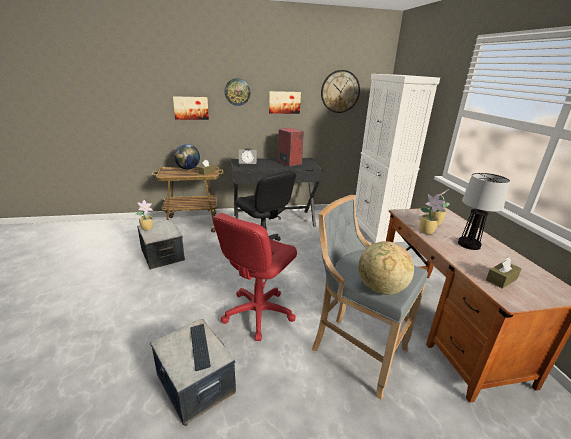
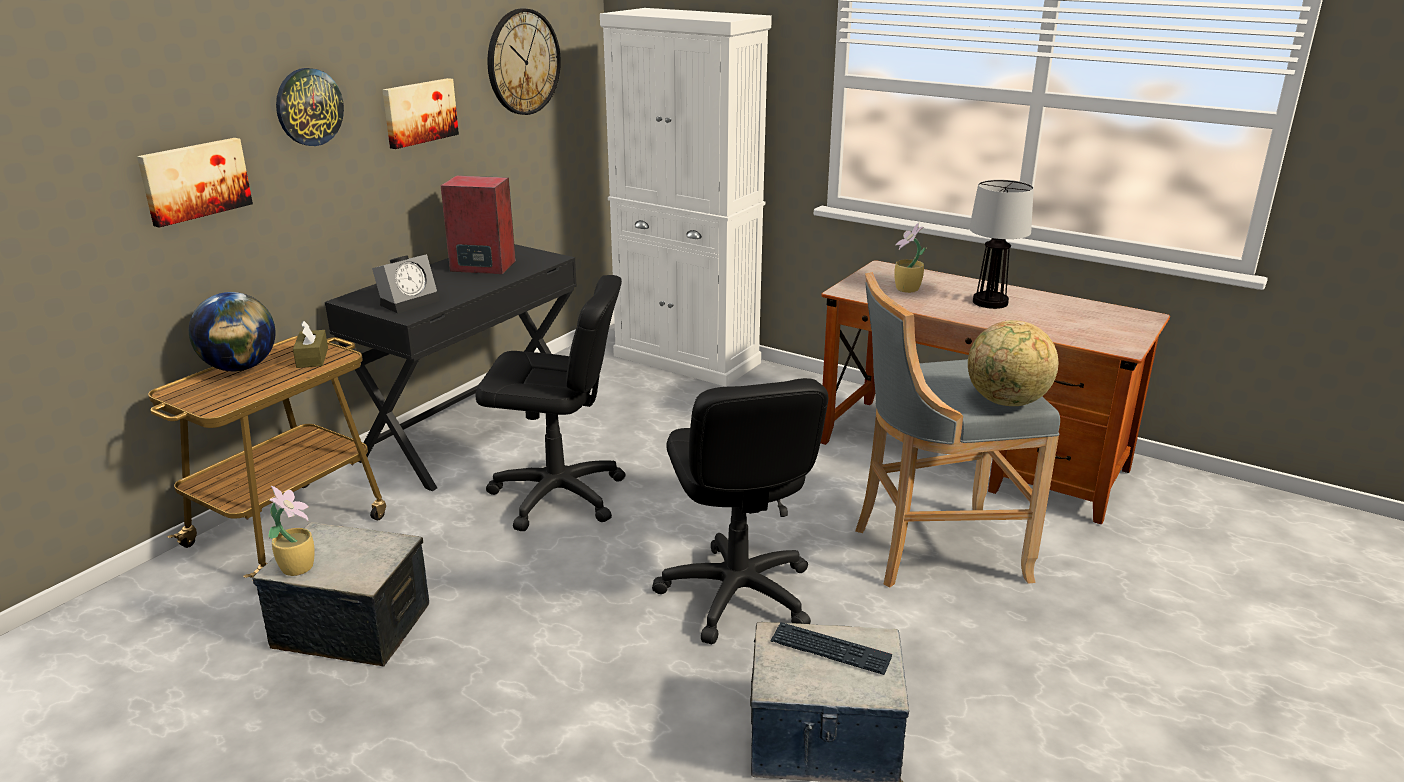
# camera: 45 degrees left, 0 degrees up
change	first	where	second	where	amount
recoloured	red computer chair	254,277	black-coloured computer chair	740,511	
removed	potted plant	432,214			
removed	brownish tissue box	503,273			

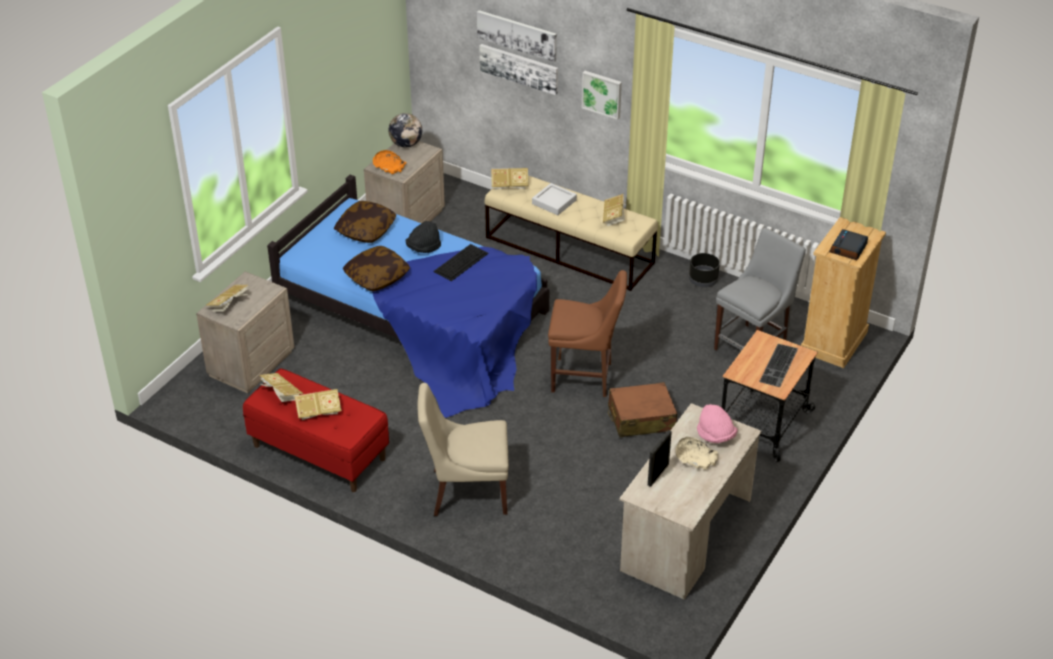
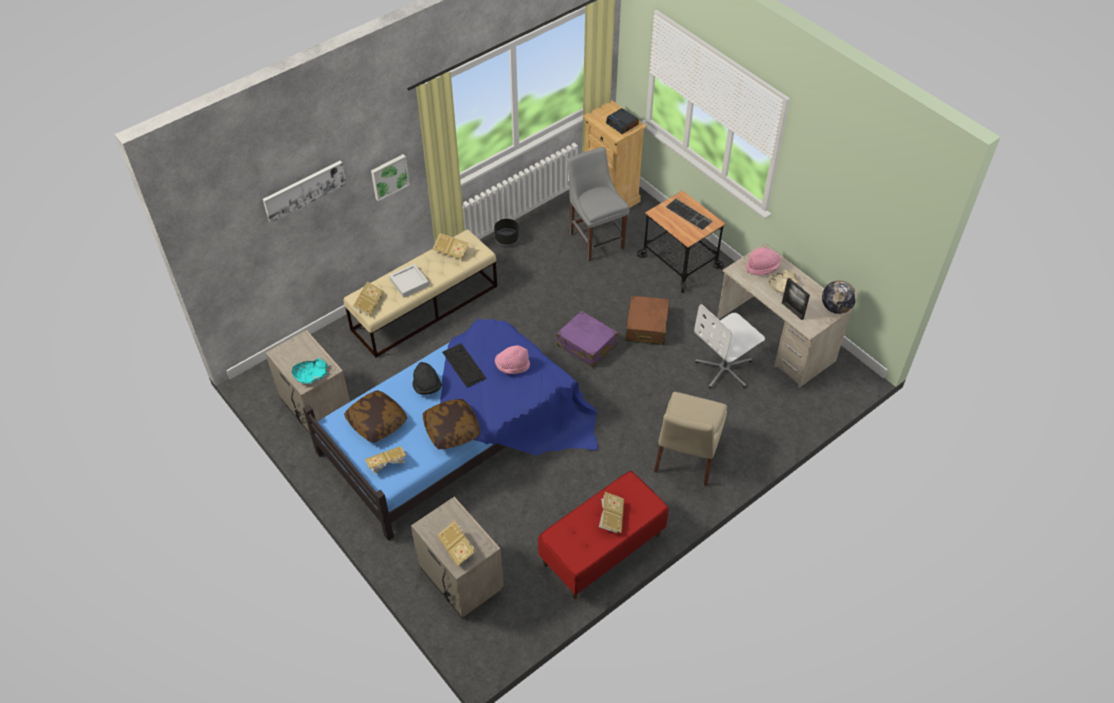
# camera: 70 degrees left, 10 degrees up
change	first	where	second	where	amount
recoloured	orange deep dish	390,162	blue-green deep dish	310,371	
moved	book	282,387		385,460	
added			pink-coloured wearable hat	512,359	
replaced	brownish chair	587,333	purple-coloured suitcase	587,339	
added			white computer chair	729,346	
moved	desk globe	405,130		839,297	
removed	wall picture	519,69			

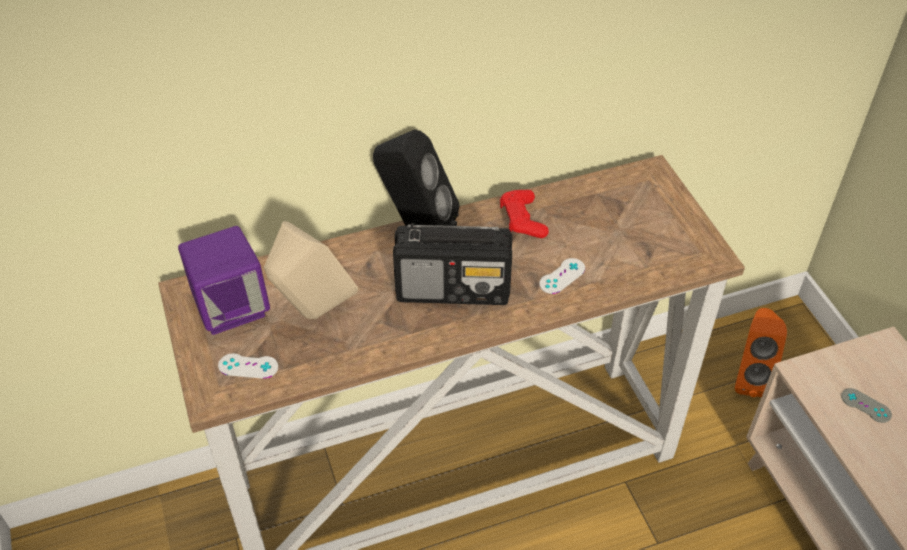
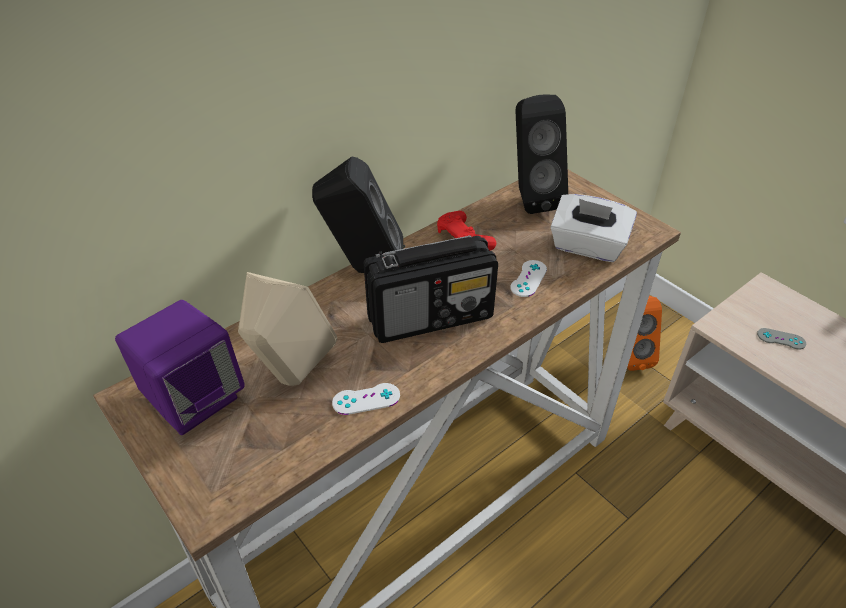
# camera: 20 degrees left, 5 degrees down
change	first	where	second	where	amount
moved	white game controller	248,366		366,399	
added			black-coloured loudspeaker	542,154	
added			white tissue box	594,228	

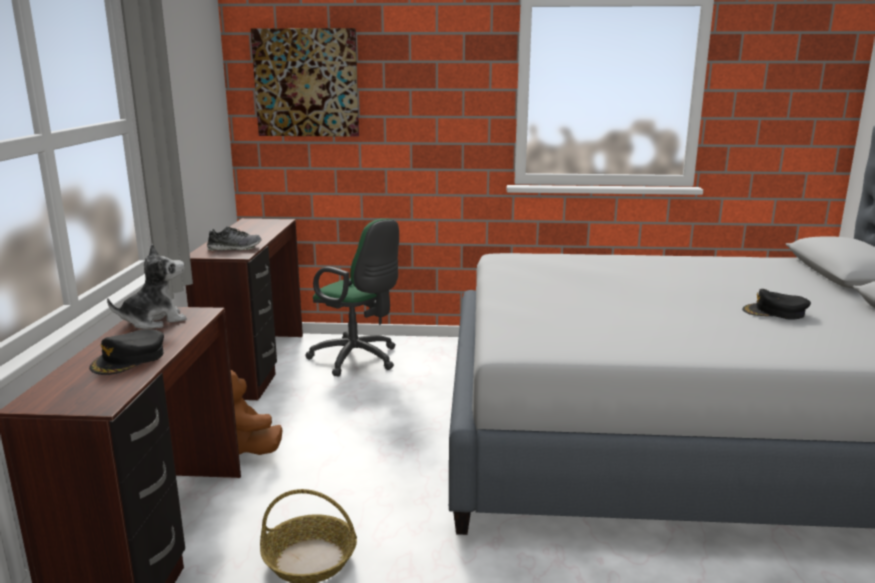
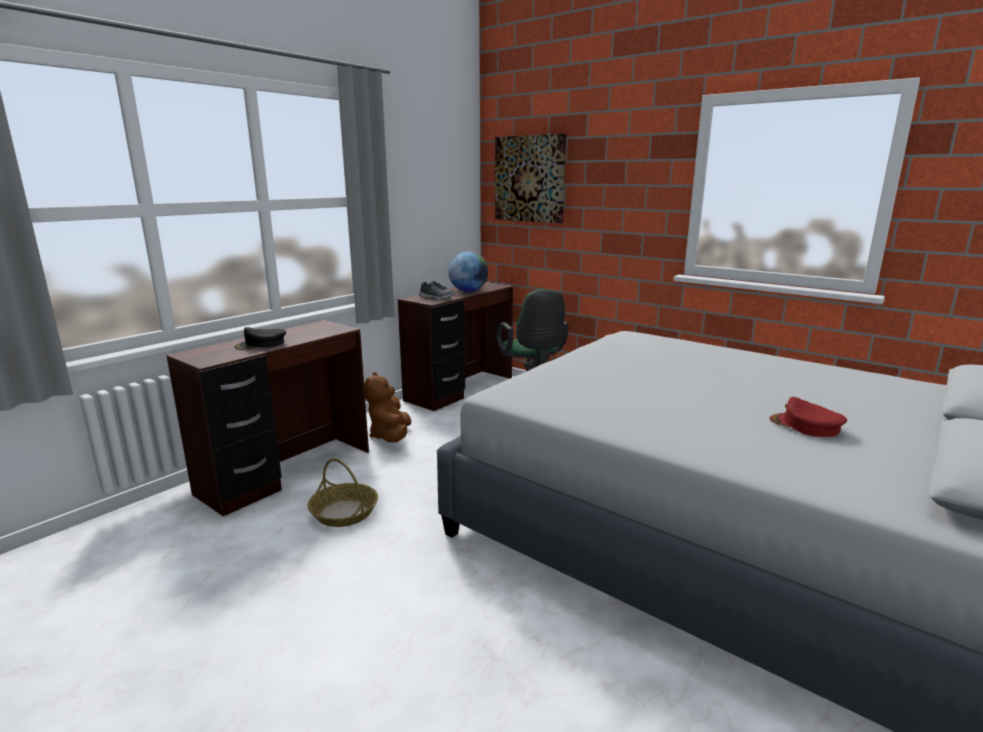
# camera: 35 degrees right, 0 degrees up
change	first	where	second	where	amount
added			desk globe	468,272	
recoloured	black-coloured baseball cap	776,304	red baseball cap	808,417	
removed	cuddly toy	147,286			

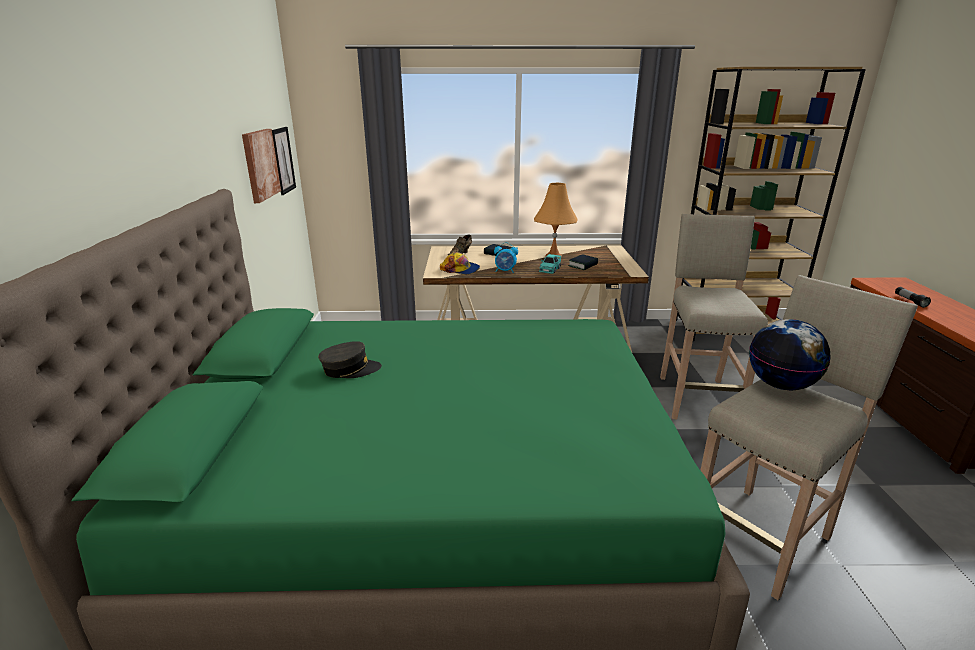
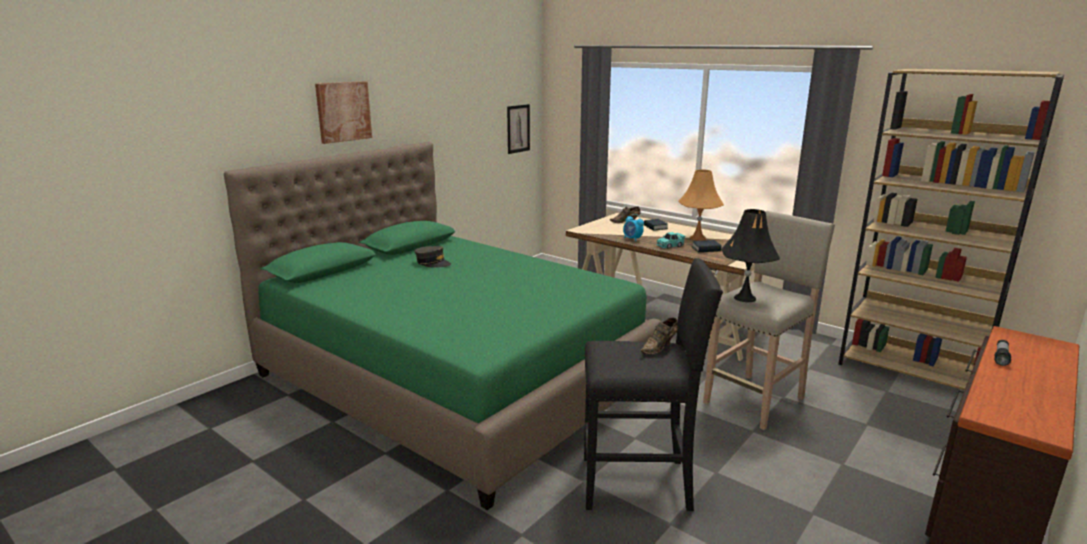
# camera: 40 degrees right, 5 degrees down
change	first	where	second	where	amount
moved	wall picture	261,166		343,112	
recoloured	beige-coloured stool	809,437	black-coloured stool	653,384	
replaced	desk globe	789,354	brownish low shoe	659,336	
added			black-coloured tabletop lamp	751,255	
removed	baseball cap	460,263			

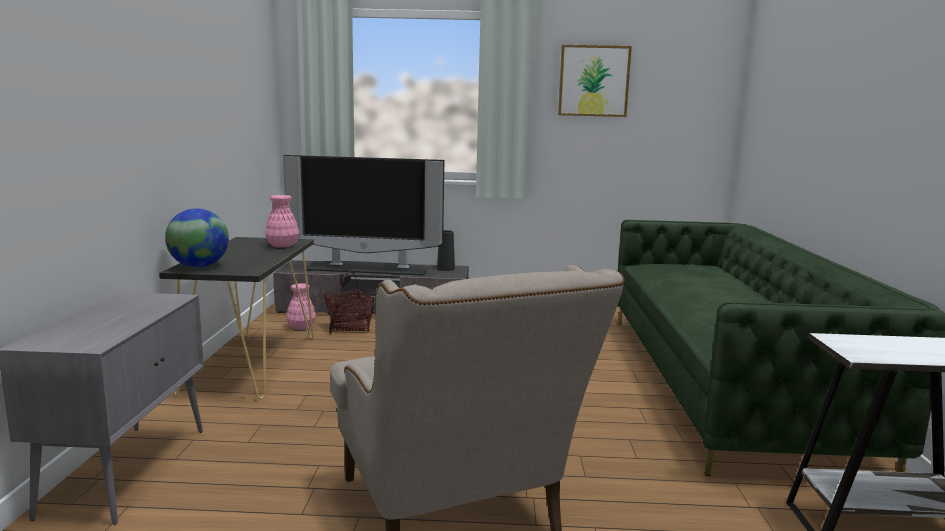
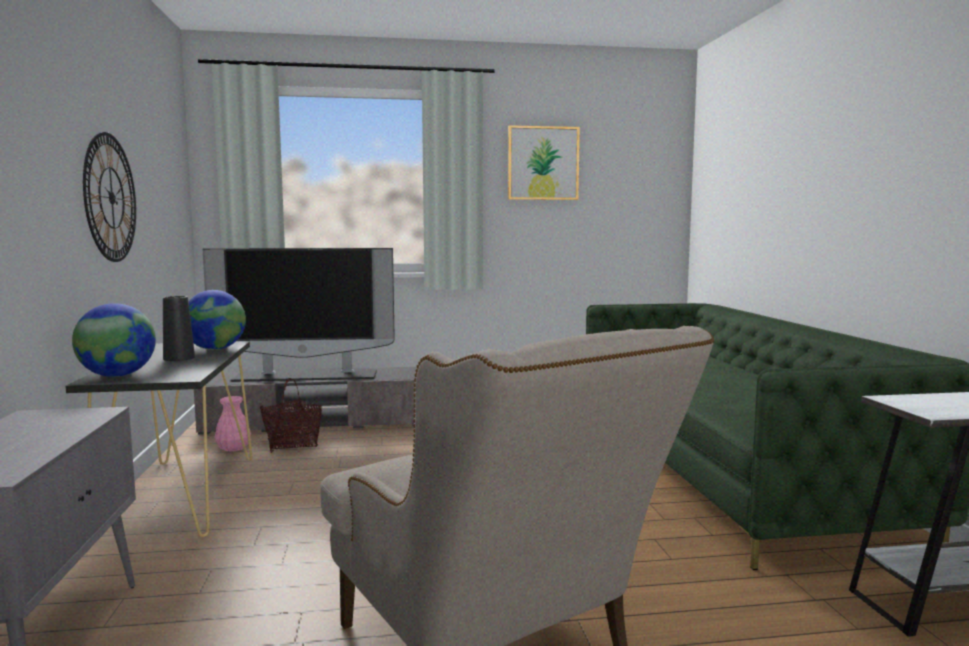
# camera: 10 degrees left, 5 degrees down
change	first	where	second	where	amount
added			hanging clock	109,197	
moved	black-coloured decorative vase	446,250		179,328	
replaced	pink-coloured decorative vase	282,221	desk globe	217,320	

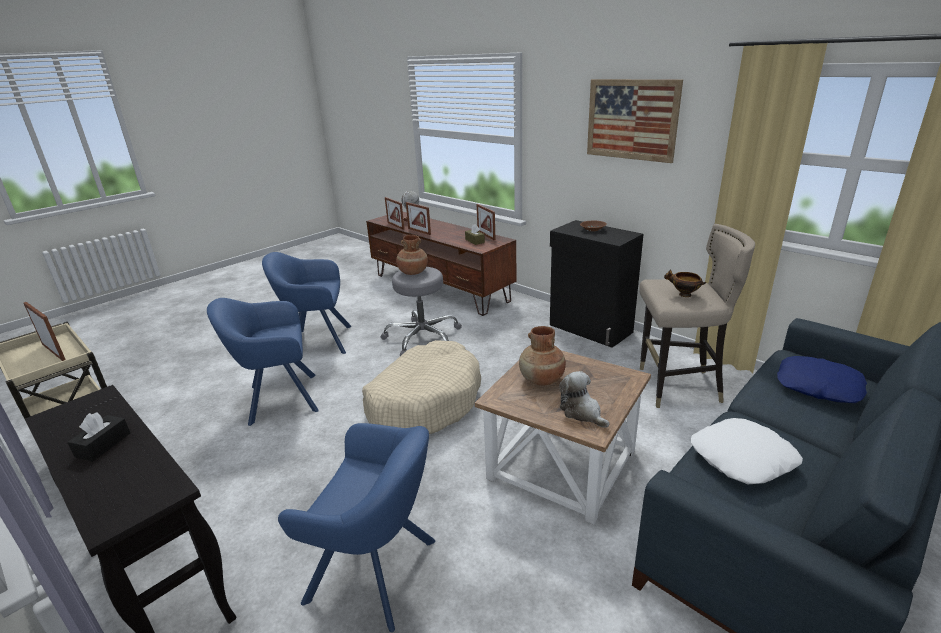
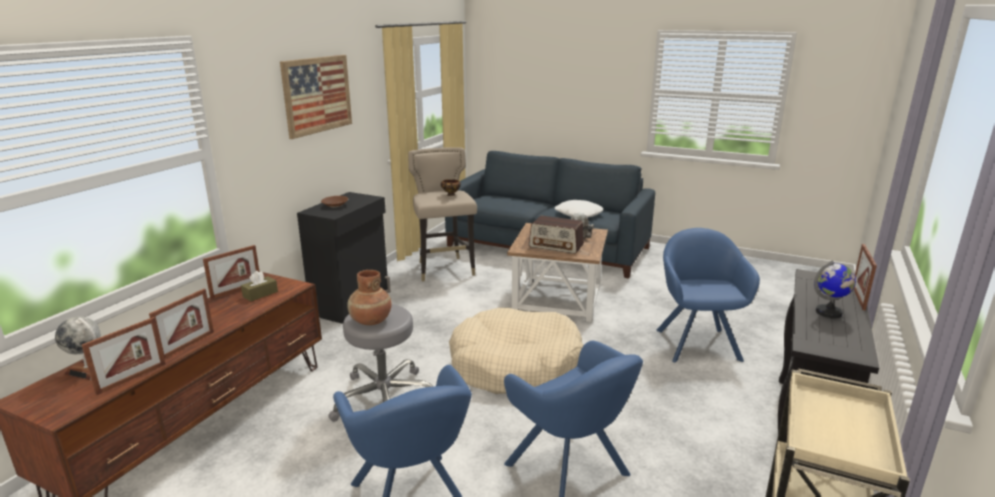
# camera: 110 degrees left, 5 degrees down
change	first	where	second	where	amount
replaced	brownish decorative vase	542,355	radio set	556,235	
replaced	black-coloured tissue box	99,437	desk globe	835,289	
moved	picture frame	45,331		865,277	
removed	blue pillow	822,379			

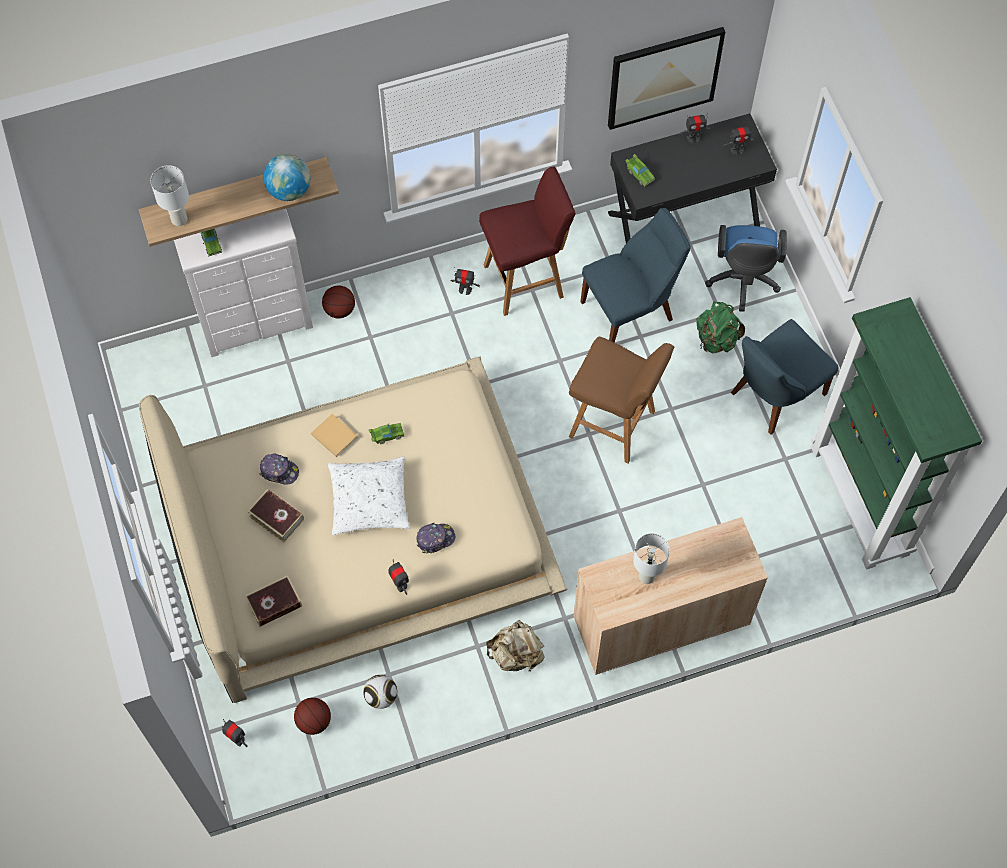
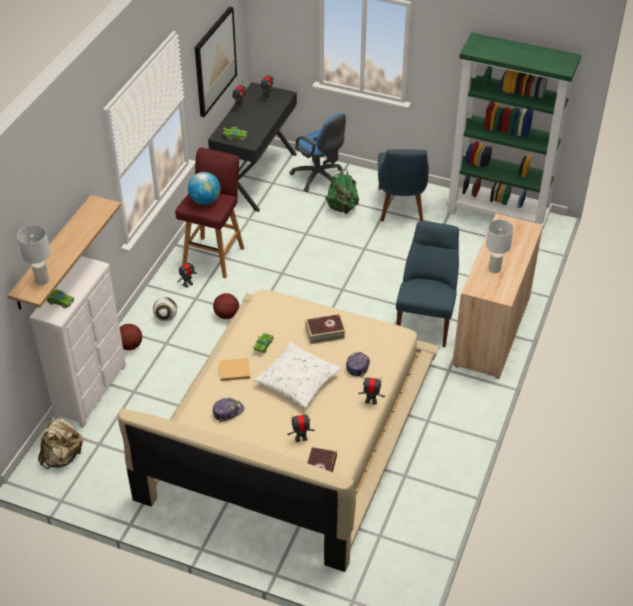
# camera: 50 degrees left, 20 degrees down
change	first	where	second	where	amount
moved	beige-coloured knapsack	515,646		60,443	
moved	football	380,692		165,309	
moved	desk globe	287,177		204,188	
moved	basketball	312,716		226,306	
moved	model robot	235,733		301,427	
moved	book	276,515		325,329	
moved	blue chair	635,275		427,284	
removed	brownish stool	621,400			

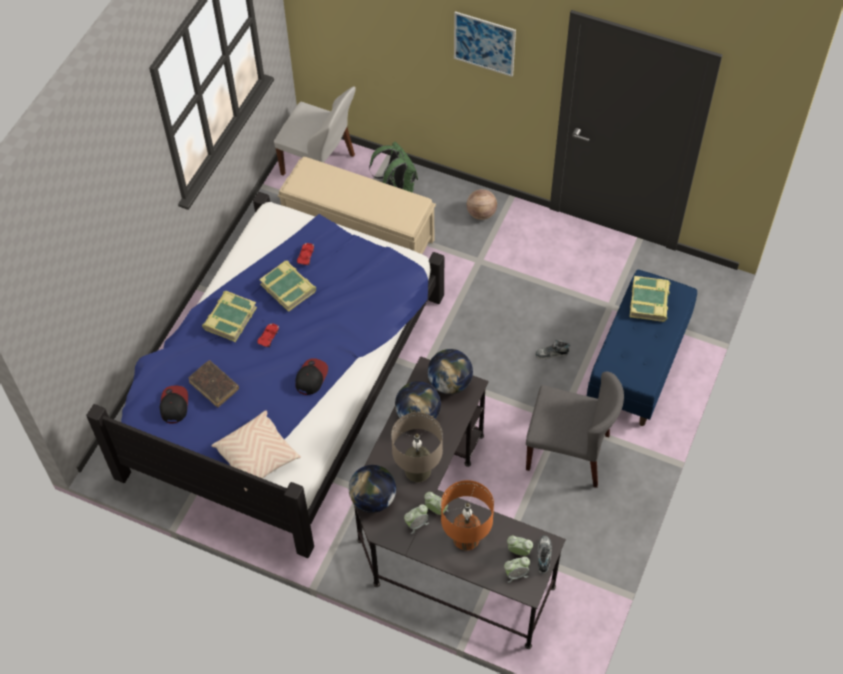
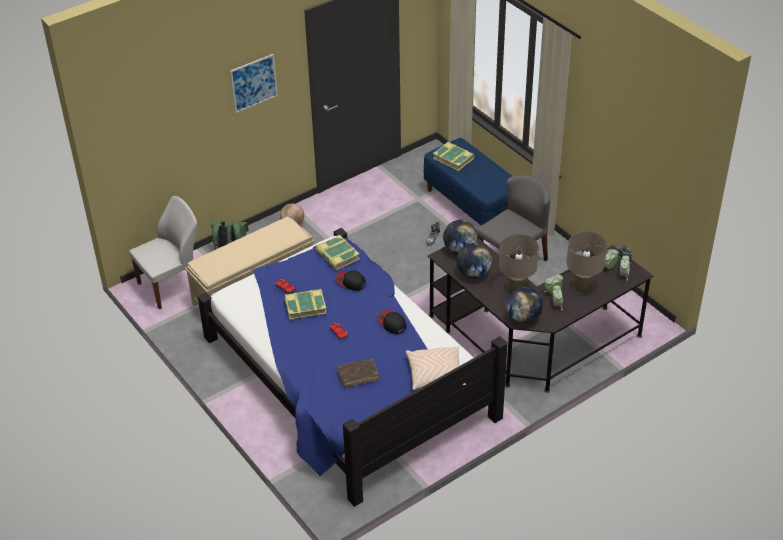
# camera: 60 degrees left, 15 degrees down
change	first	where	second	where	amount
moved	book	229,316		338,252	
moved	baseball cap	174,404		350,280	
recoloured	orange tabletop lamp	467,515	beige-coloured tabletop lamp	586,262	

